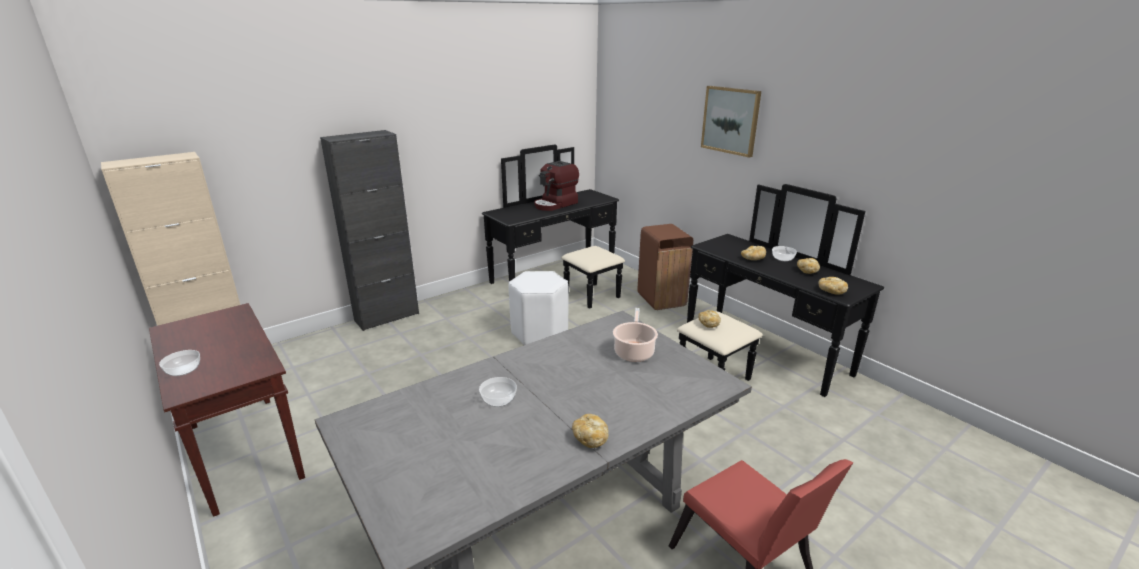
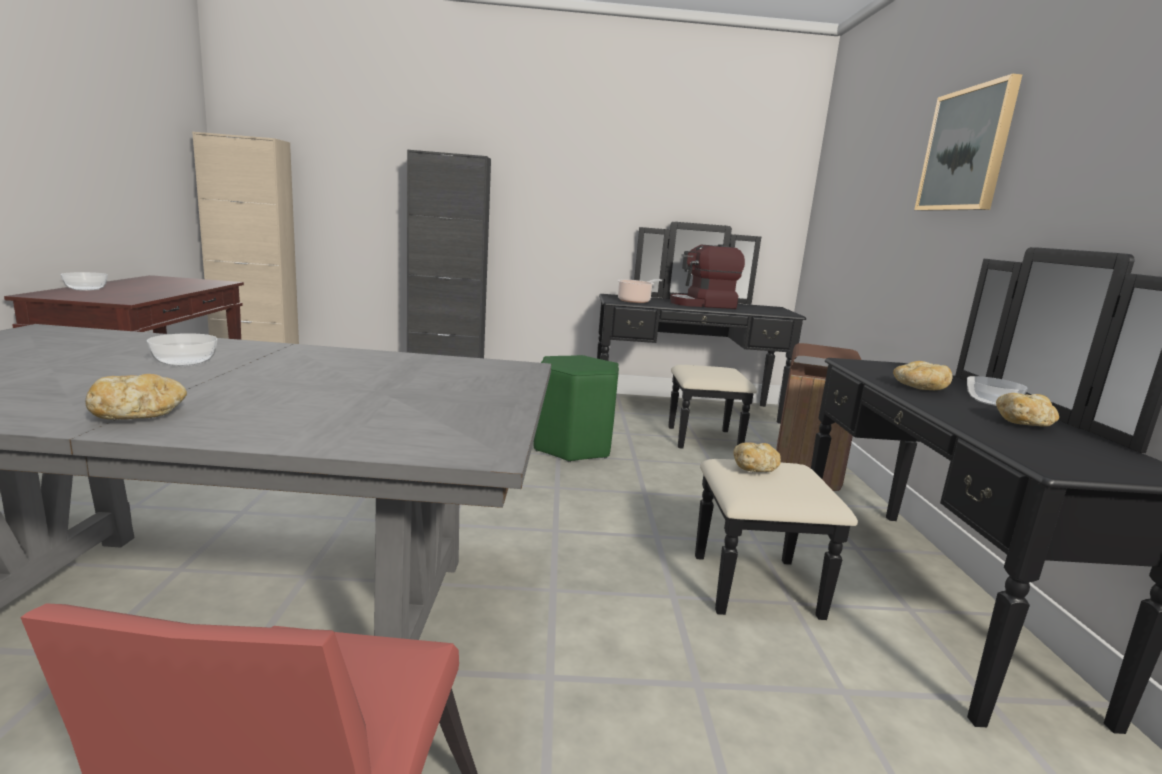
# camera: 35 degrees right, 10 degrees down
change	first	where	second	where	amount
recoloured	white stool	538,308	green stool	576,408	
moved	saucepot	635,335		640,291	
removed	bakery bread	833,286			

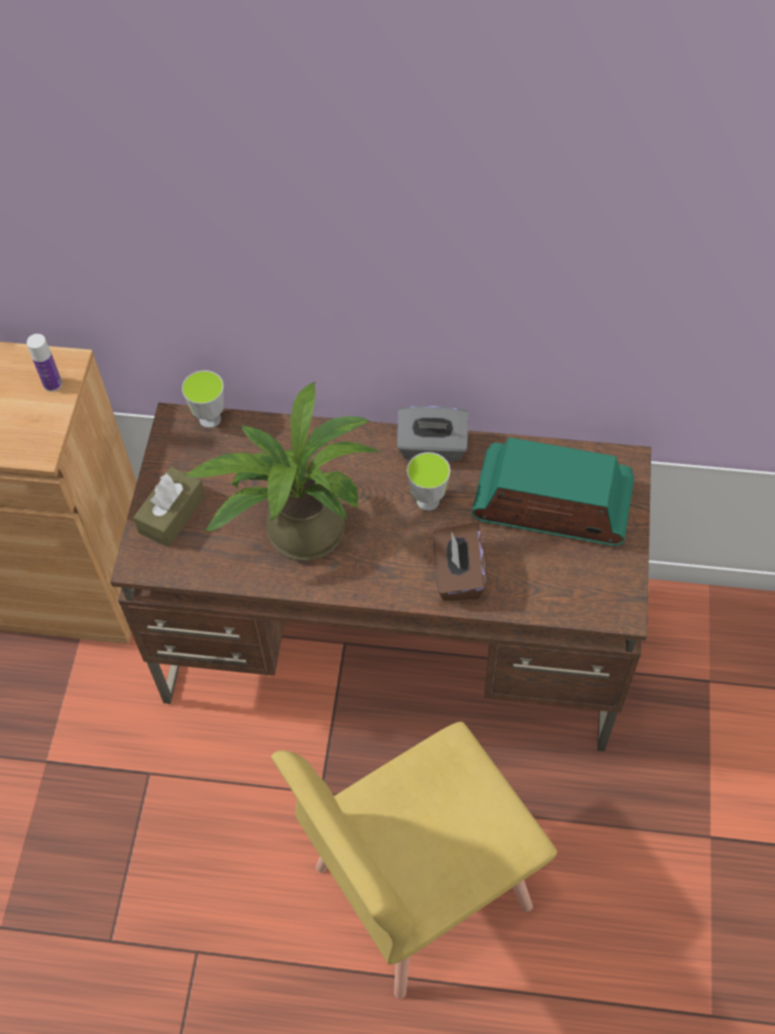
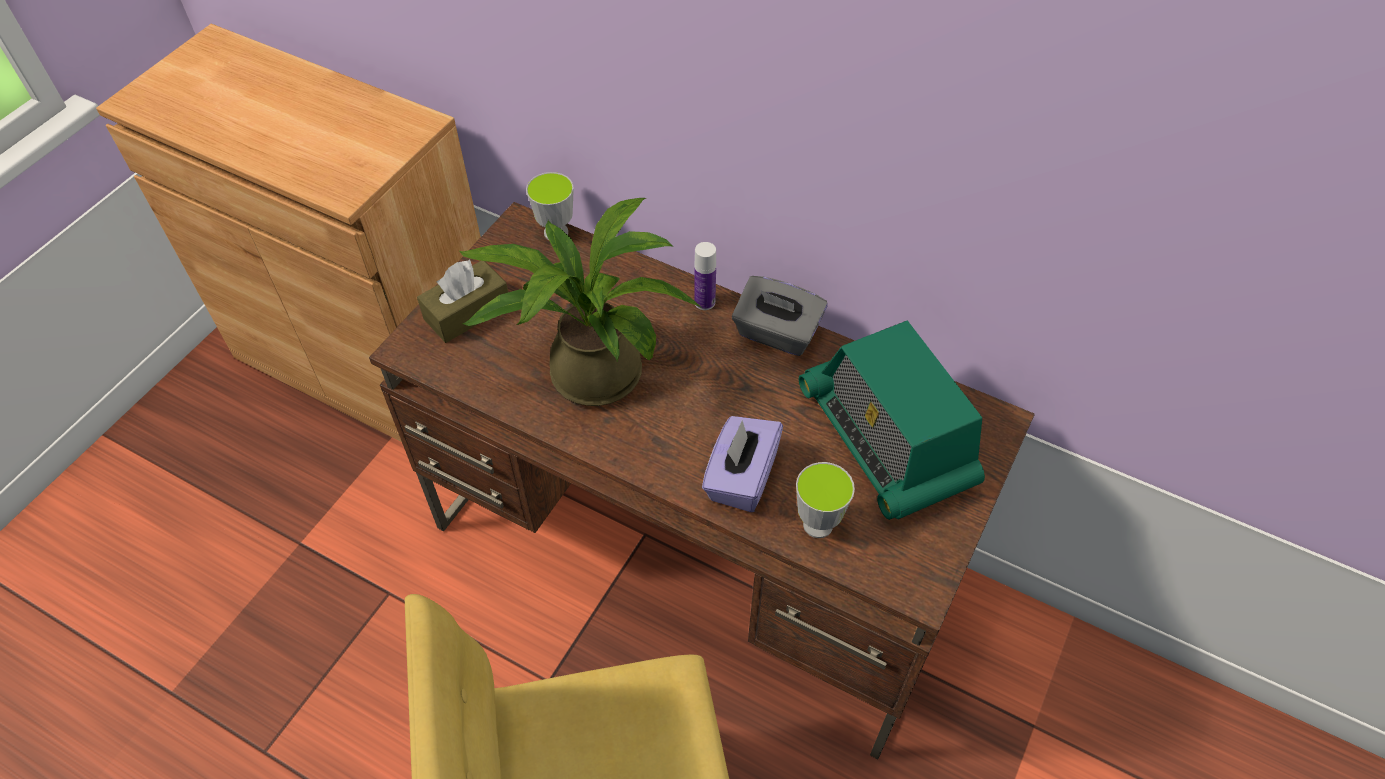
# camera: 20 degrees right, 5 degrees down
change	first	where	second	where	amount
moved	bottle	44,363		705,276	
recoloured	brownish tissue box	459,561	purple-coloured tissue box	742,464	
moved	small cup	428,481		825,500	
turned	radio set	553,491		892,420	150 degrees counterclockwise

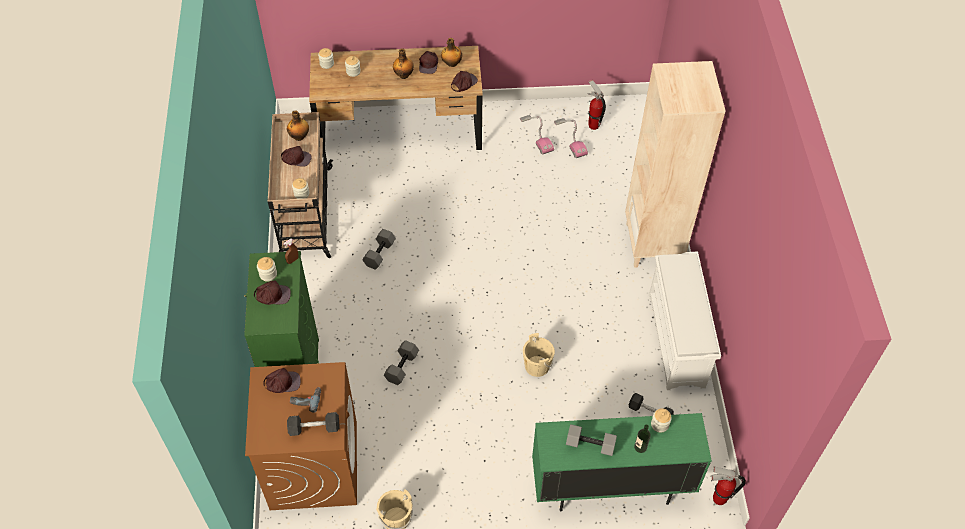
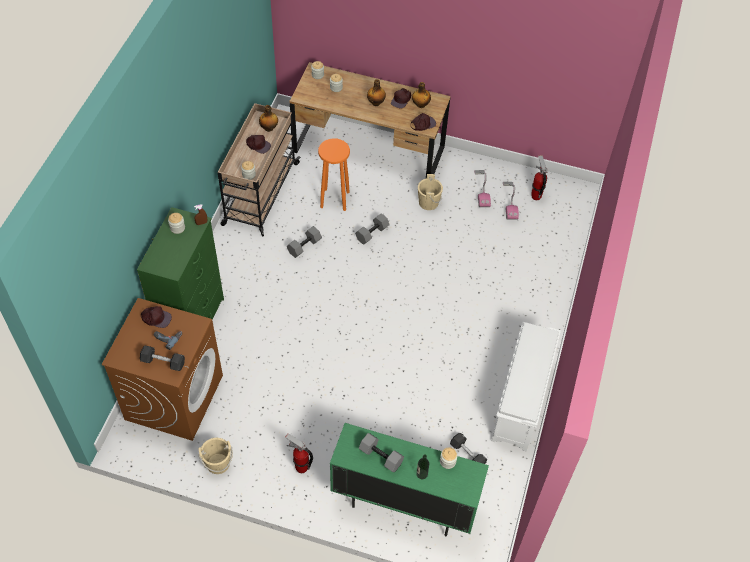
# camera: 20 degrees right, 0 degrees up
change	first	where	second	where	amount
moved	fire extinguisher	728,485		299,453	
added			orange stool	334,174	
moved	grey dumbbell	401,362		372,229	
moved	beige-coloured pail	539,355		430,192	
removed	brownish baseball cap	272,292			
removed	beige-coloured bookshelf	675,164			

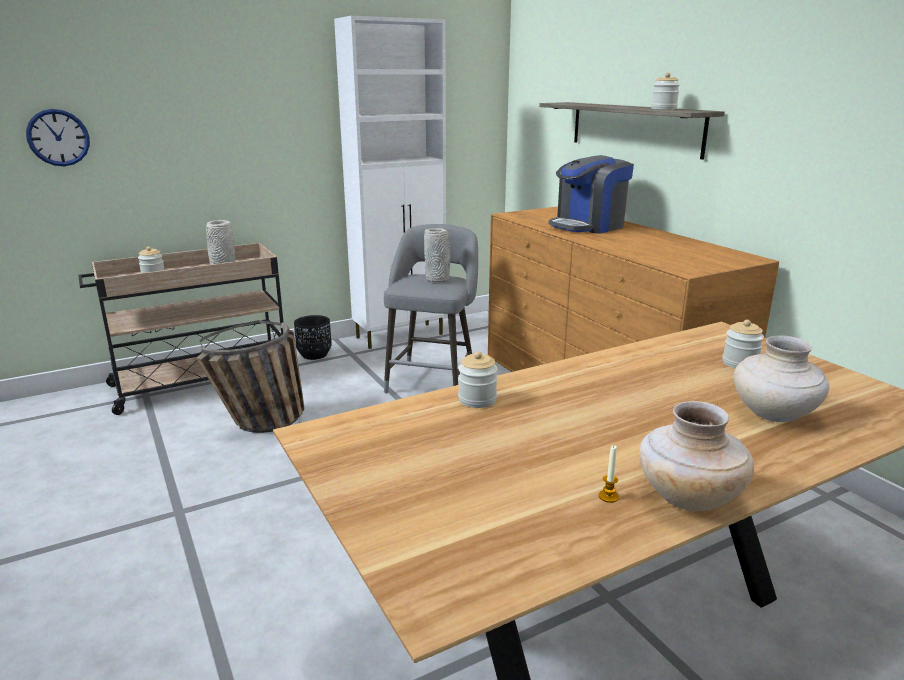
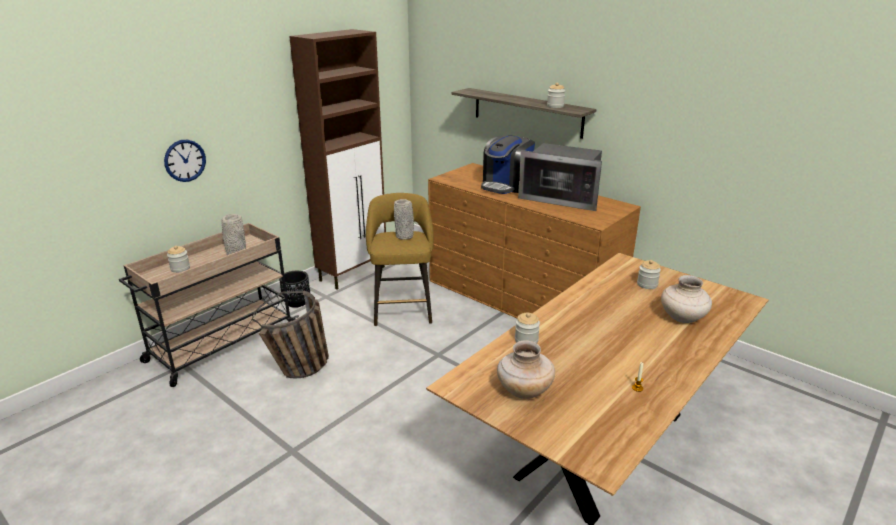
# camera: 20 degrees left, 5 degrees up
change	first	where	second	where	amount
moved	hanging clock	58,137		185,161	
recoloured	white cupboard	390,182	brownish cupboard	337,159	
recoloured	grey stool	431,309	yellow-coloured stool	400,259	
moved	beige-coloured decorative vase	696,456		526,369	
added			microwave	560,177	

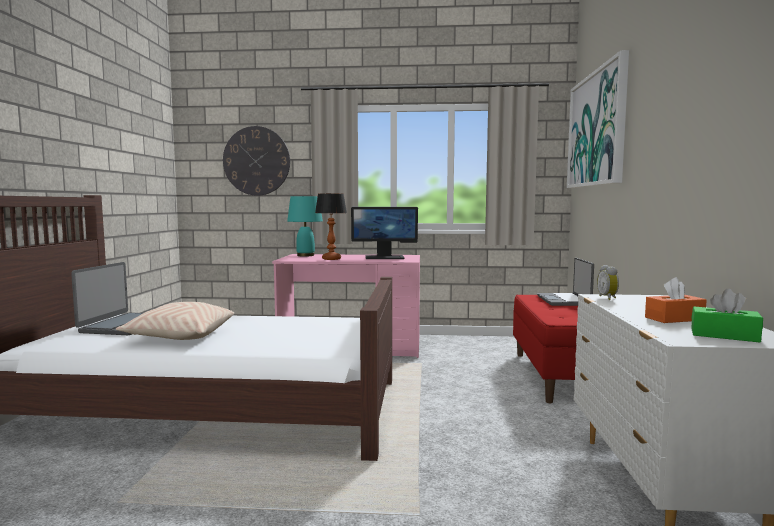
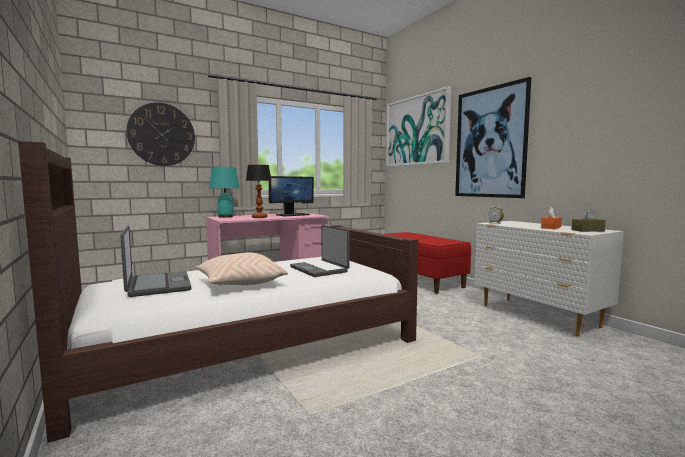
# camera: 35 degrees left, 0 degrees up
change	first	where	second	where	amount
moved	portable computer	565,282		320,251	
added			wall picture	493,137	
recoloured	green tissue box	727,315	brownish tissue box	588,220	

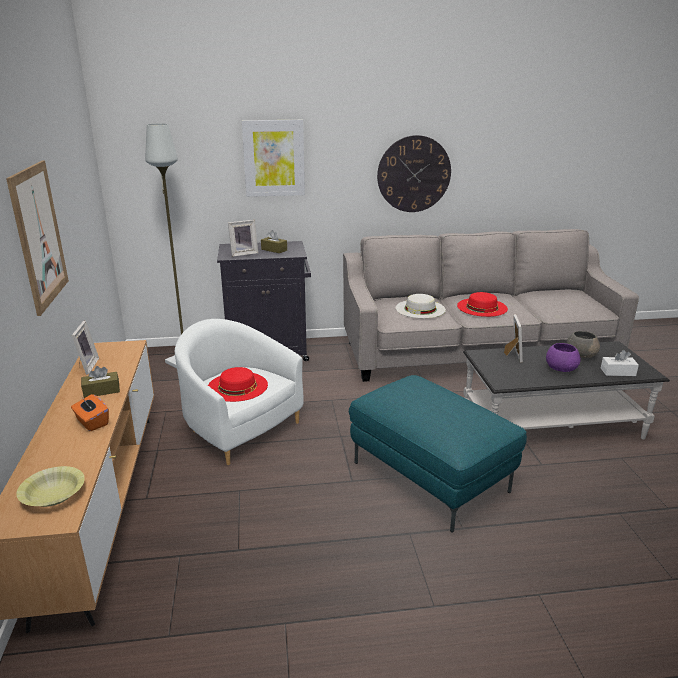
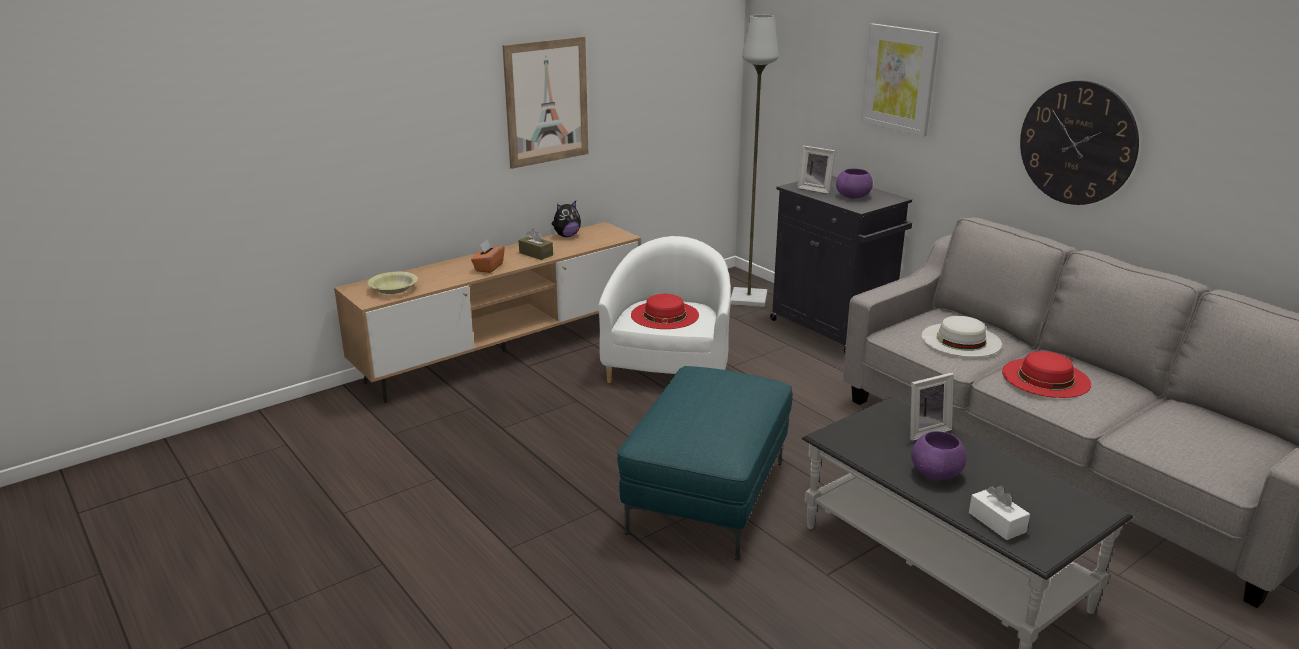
# camera: 60 degrees right, 0 degrees up
change	first	where	second	where	amount
replaced	picture frame	85,348	cuddly toy	566,219	
replaced	brownish tissue box	274,241	purple-coloured deep dish	854,184	
removed	grey deep dish	583,344			

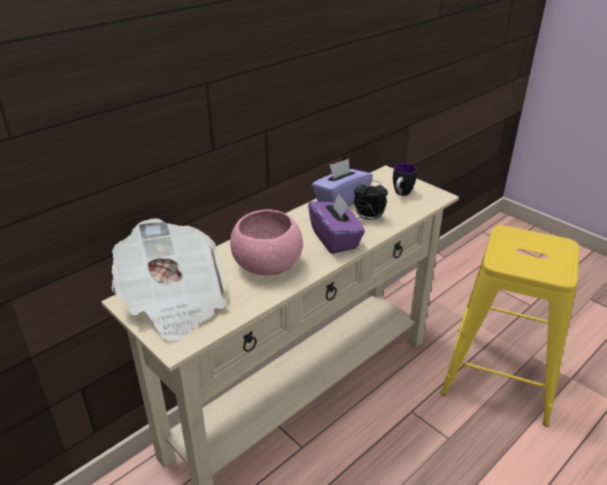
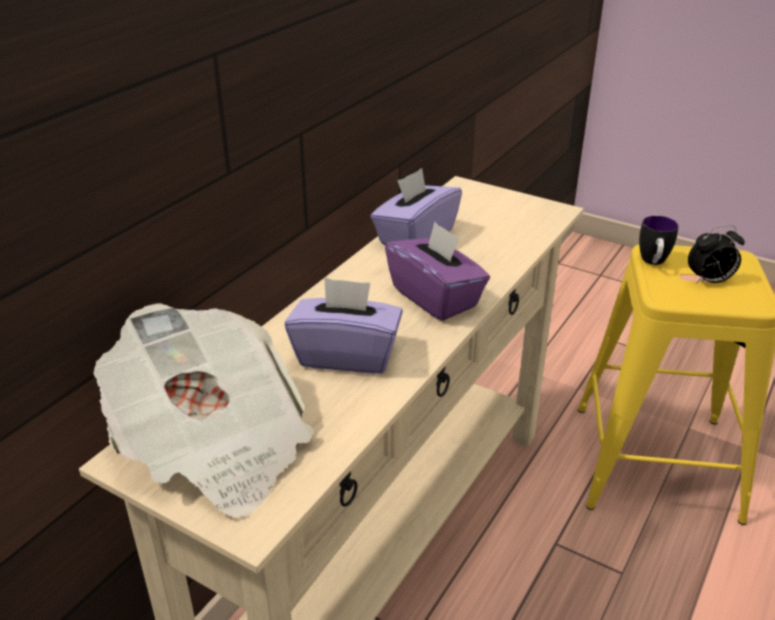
# camera: 15 degrees left, 0 degrees up
change	first	where	second	where	amount
replaced	pink-coloured deep dish	266,242	purple-coloured tissue box	344,325	
moved	coffee mug	405,179		659,240	
moved	bedside clock	371,200		716,254	

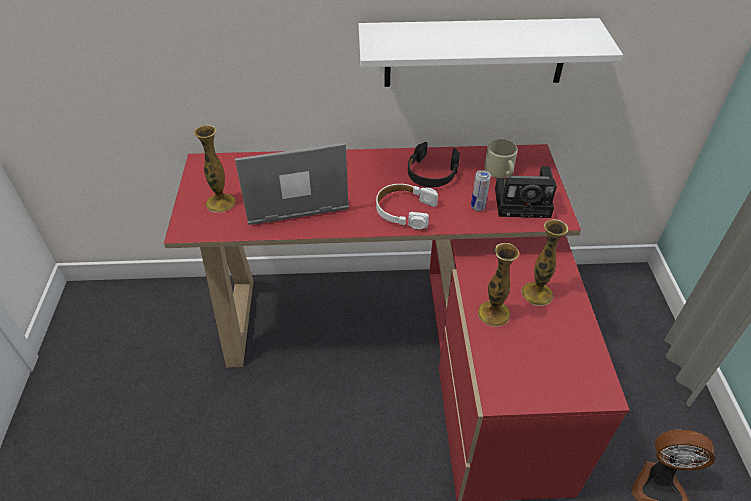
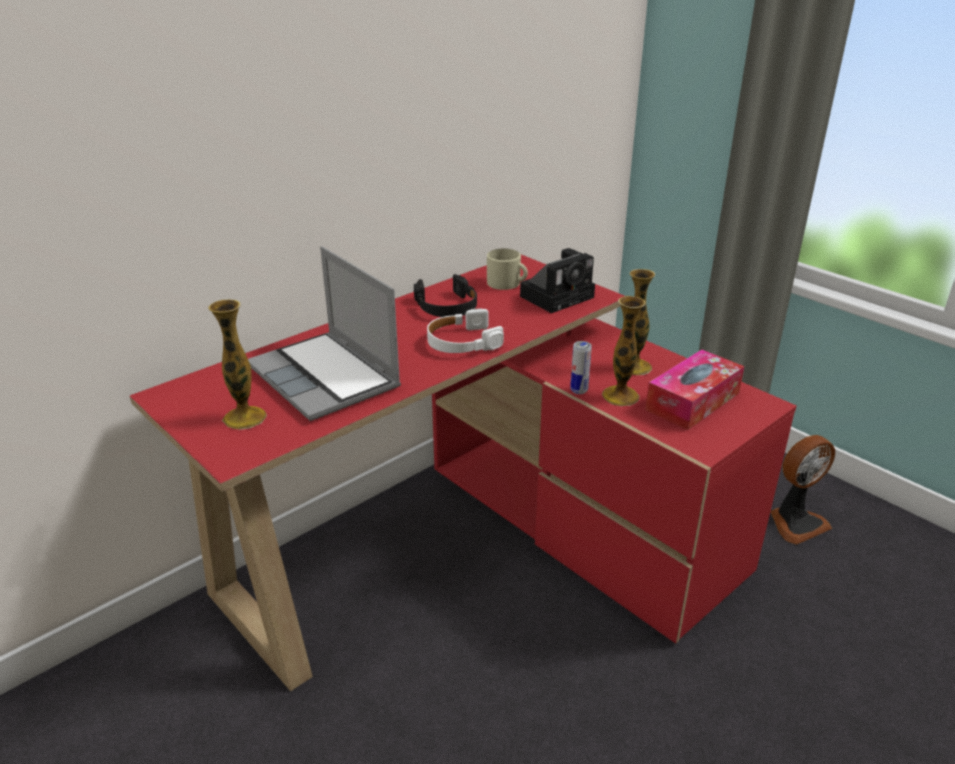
# camera: 40 degrees left, 15 degrees down
change	first	where	second	where	amount
turned	portable computer	292,184		324,333	75 degrees counterclockwise
moved	can	481,190		581,367	
added			tissue box	694,390	
removed	white bracket shelf	490,52			

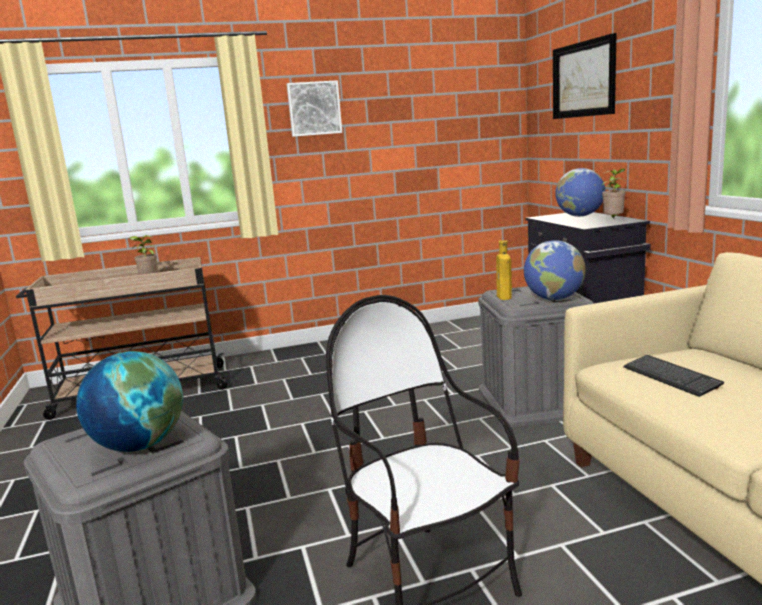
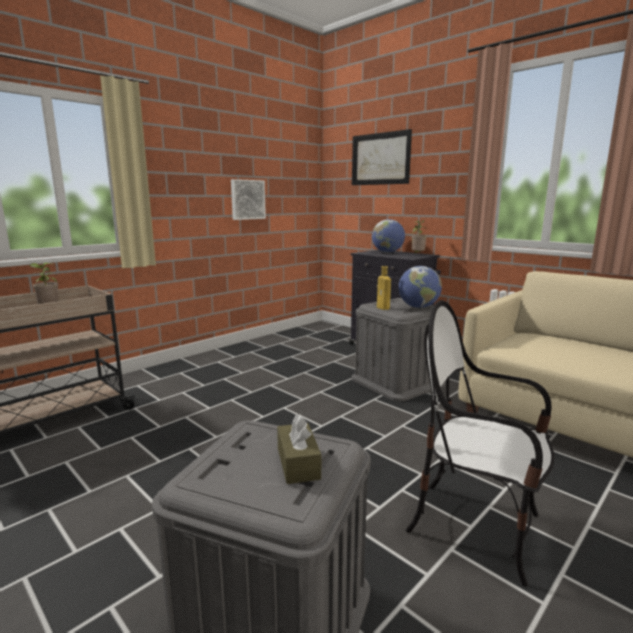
# camera: 30 degrees left, 0 degrees up
change	first	where	second	where	amount
moved	wall picture	314,108		248,199	
replaced	desk globe	129,401	brownish tissue box	299,449	
removed	keyboard	673,376			

